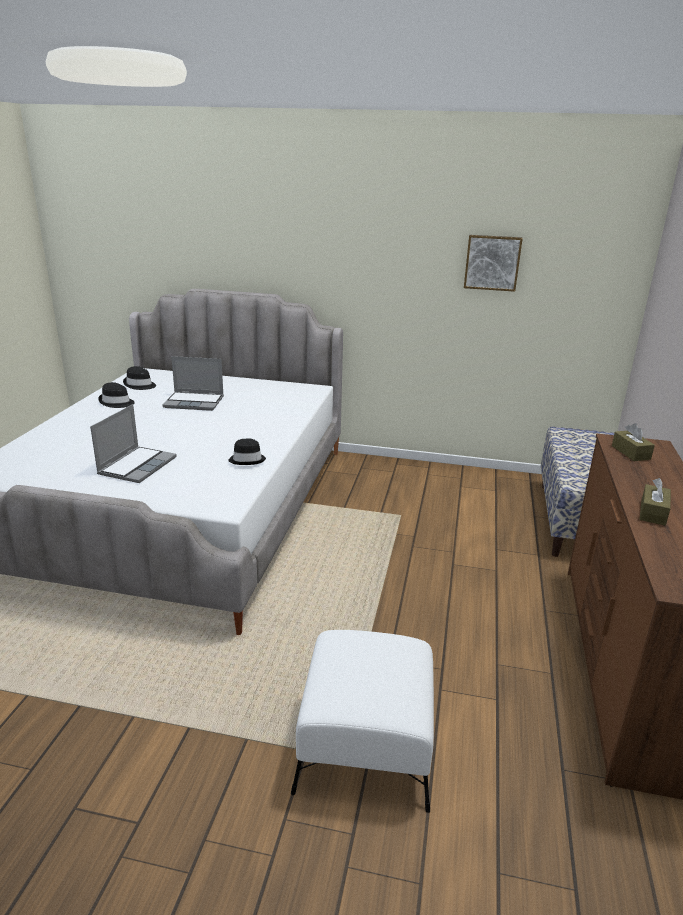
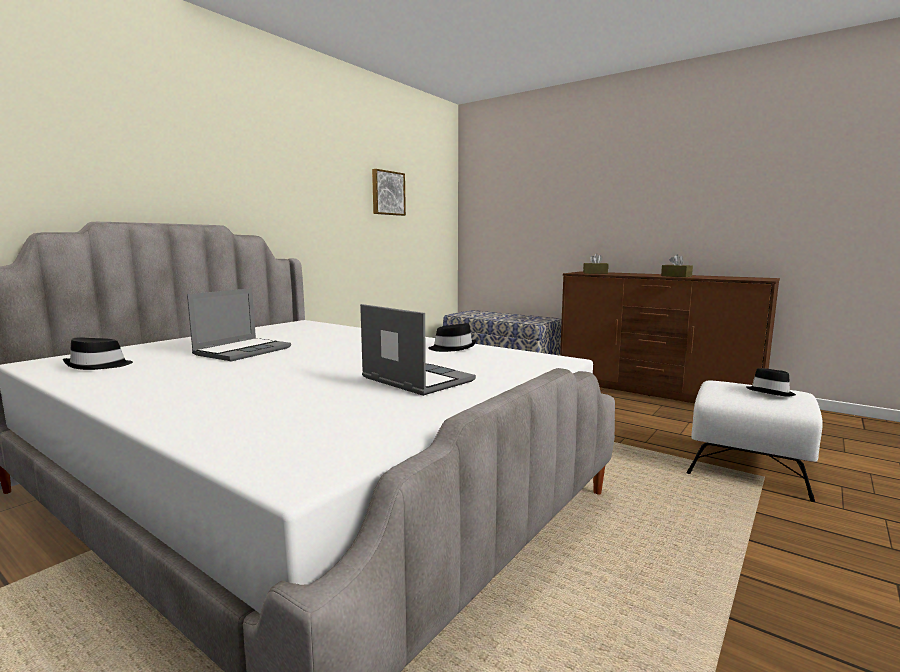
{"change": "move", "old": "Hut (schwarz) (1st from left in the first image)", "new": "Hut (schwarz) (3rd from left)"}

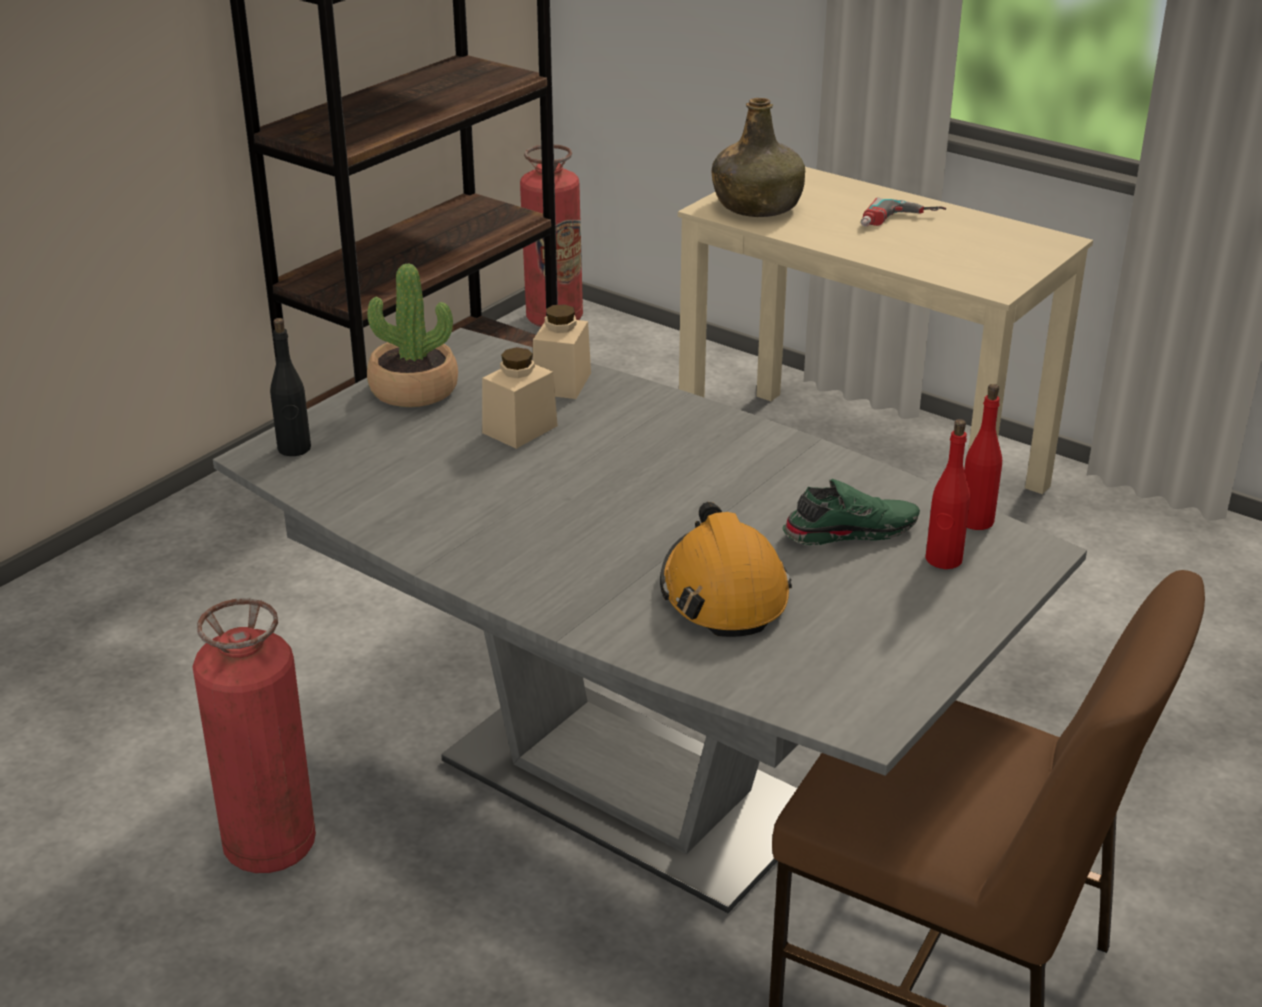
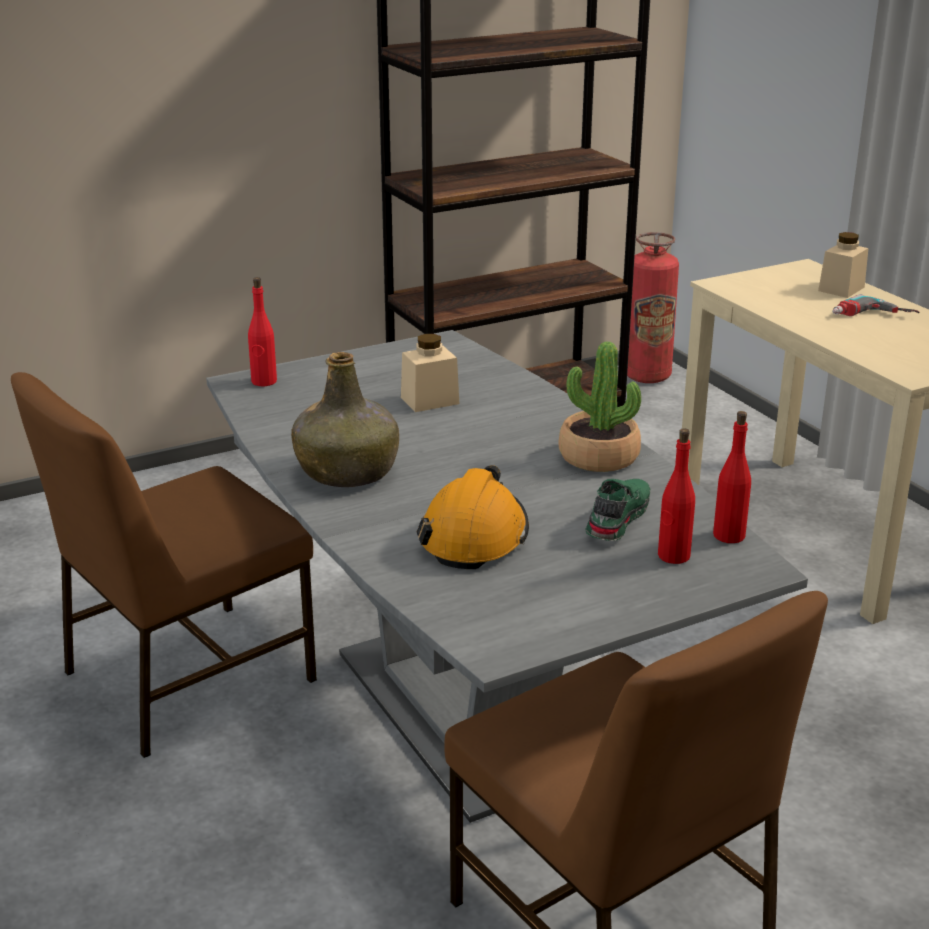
{"change": "replace", "old": "Feuerlöscher (1st from left)", "new": "Stuhl (braun) (1st from left)"}
{"change": "recolor", "old": "Flasche (schwarz)", "new": "Flasche (rot) (1st from left)"}
{"change": "move", "old": "Flasche (grün)"}
{"change": "move", "old": "Topfpflanze"}
{"change": "rotate", "old": "Schuh (grün)", "degrees": -75}
{"change": "move", "old": "Vorratsglas (beige) (2nd from left)"}

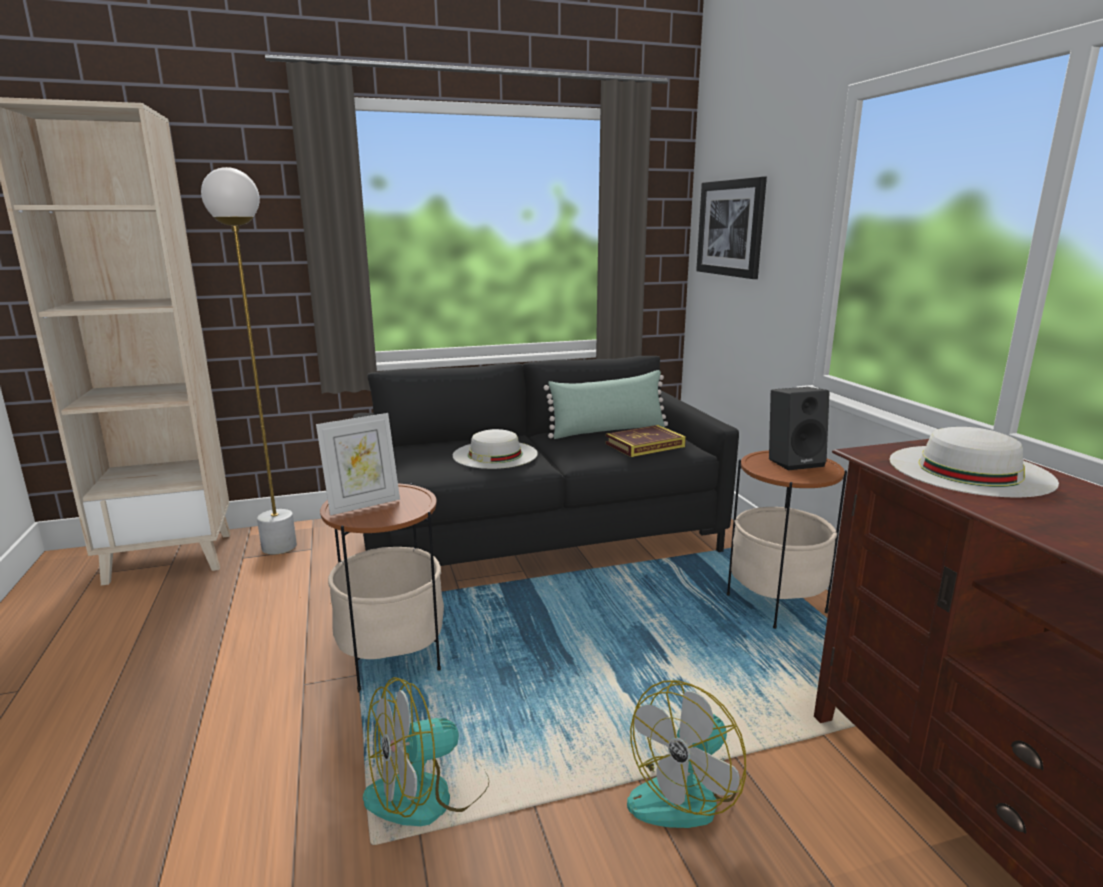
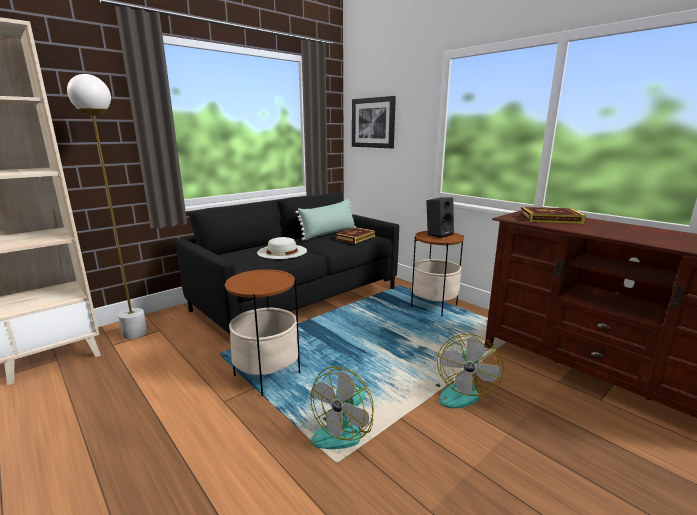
{"change": "replace", "old": "Hut (weiß) (2nd from left)", "new": "Buch (2nd from left)"}
{"change": "delete", "old": "Bilderrahmen"}

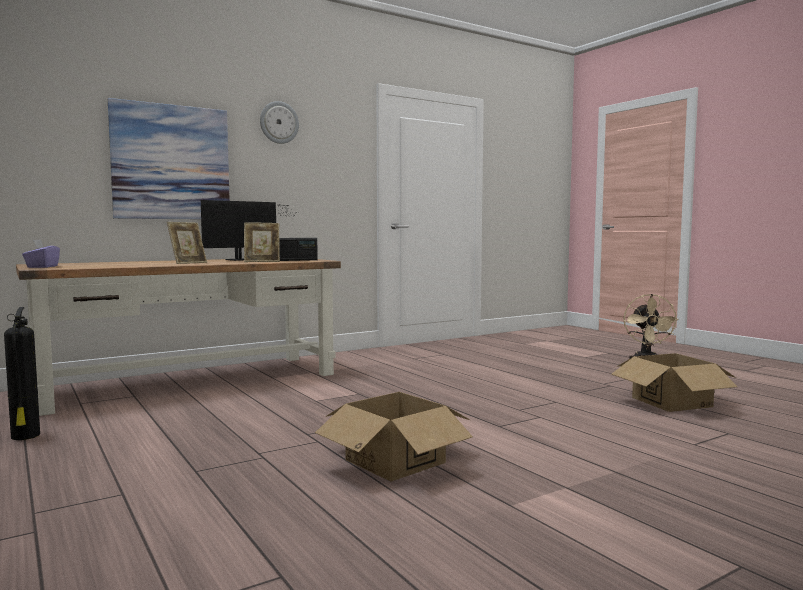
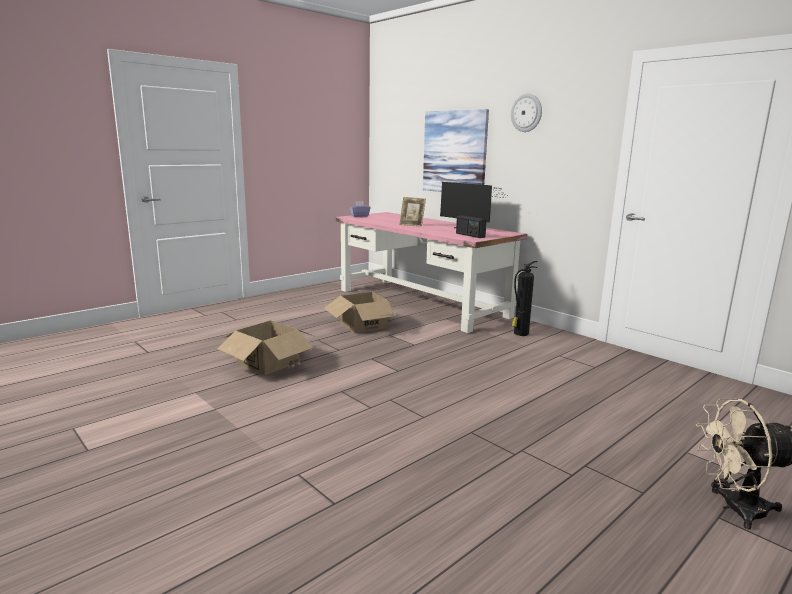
{"change": "move", "old": "Karton (2nd from left)"}
{"change": "recolor", "old": "Schreibtisch (braun)", "new": "Schreibtisch (rosa)"}
{"change": "move", "old": "Feuerlöscher"}
{"change": "delete", "old": "Bilderrahmen (2nd from left)"}

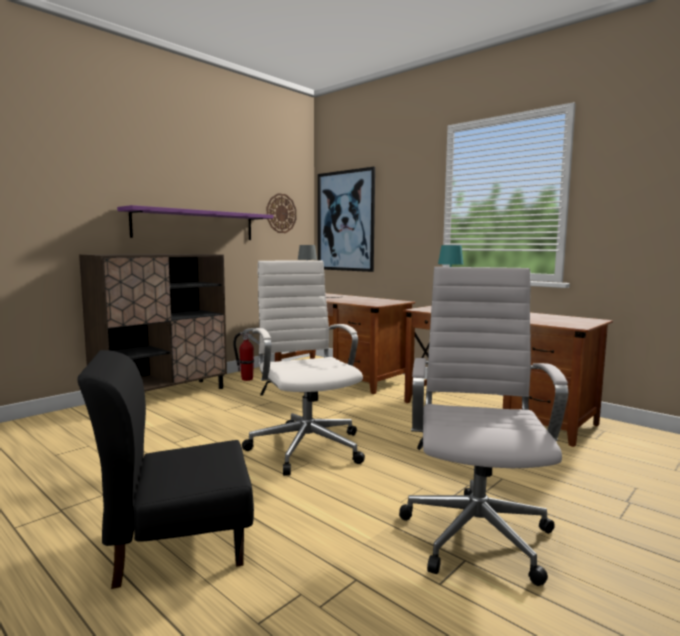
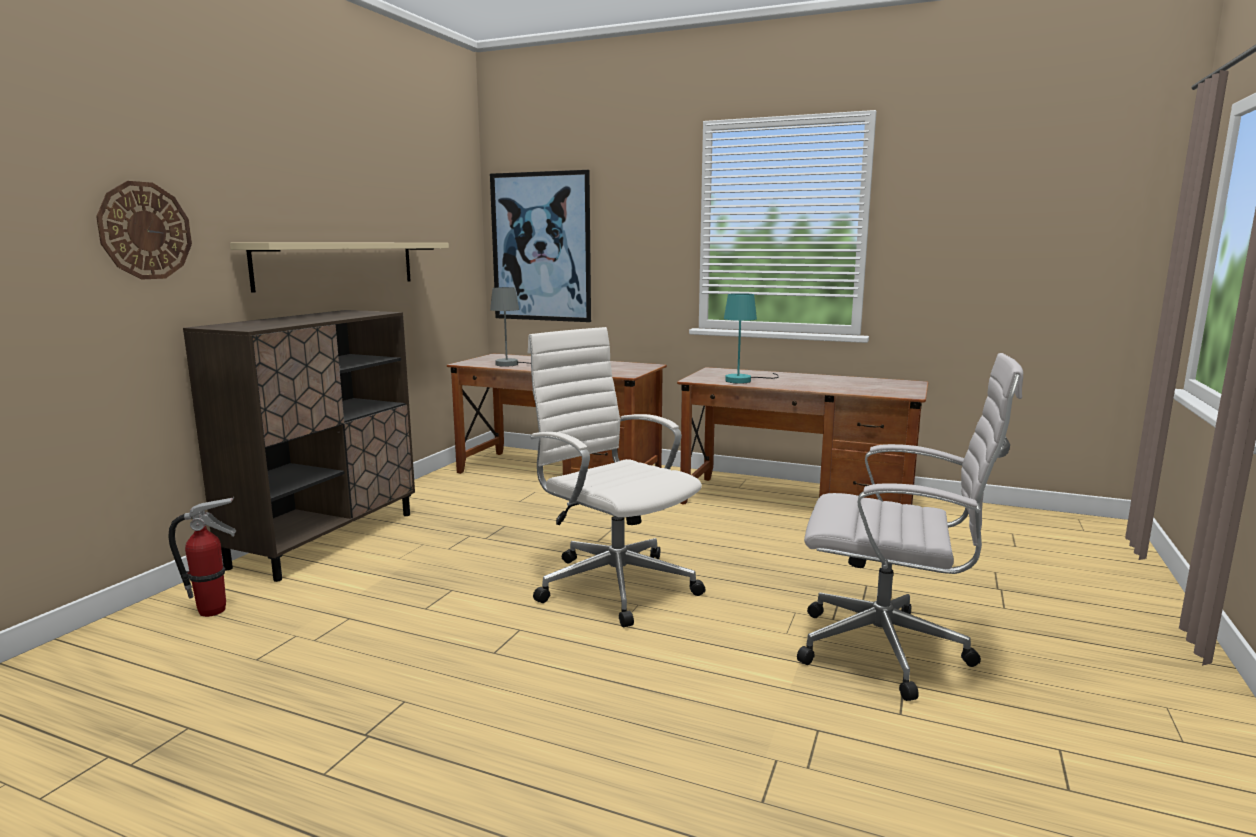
{"change": "move", "old": "Wanduhr"}
{"change": "move", "old": "Feuerlöscher"}
{"change": "recolor", "old": "Wandregal (lila)", "new": "Wandregal (beige)"}
{"change": "rotate", "old": "Bürostuhl (weiß) (2nd from left)", "degrees": 120}
{"change": "delete", "old": "Stuhl (schwarz)"}

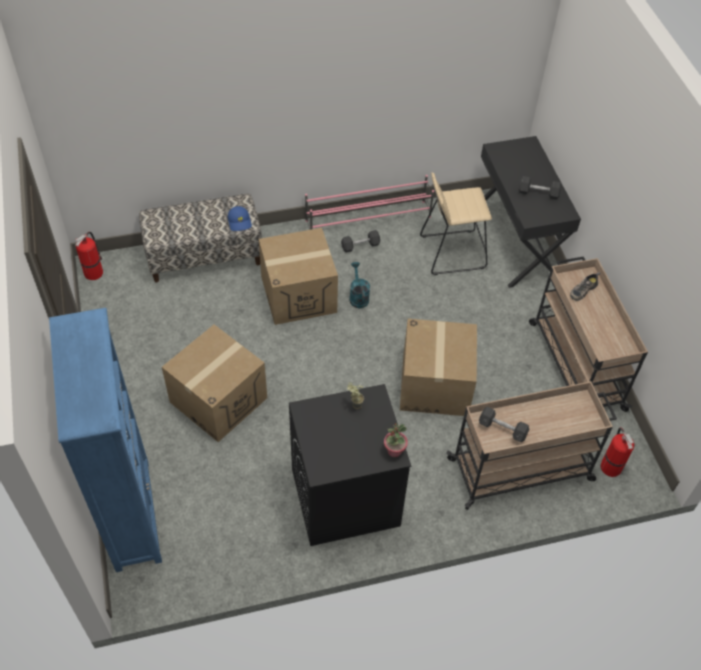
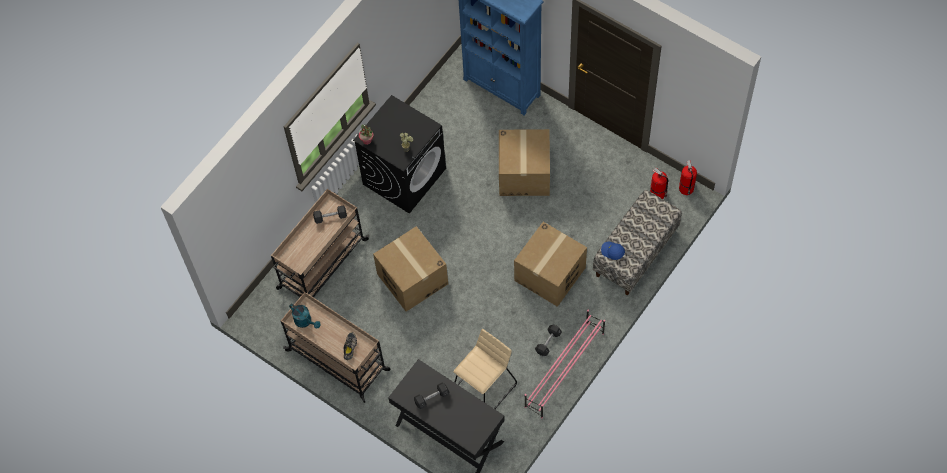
{"change": "move", "old": "Gießkanne (türkis)"}
{"change": "move", "old": "Feuerlöscher (2nd from left in the first image)", "new": "Feuerlöscher (1st from left)"}

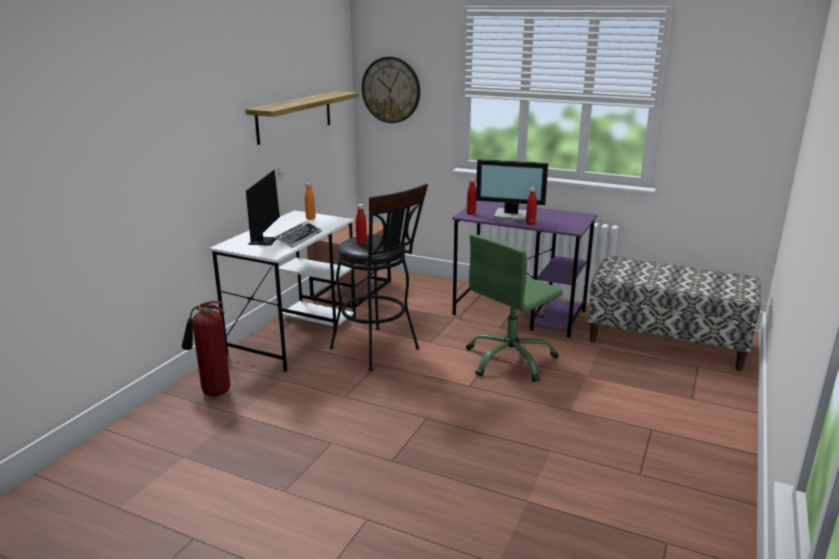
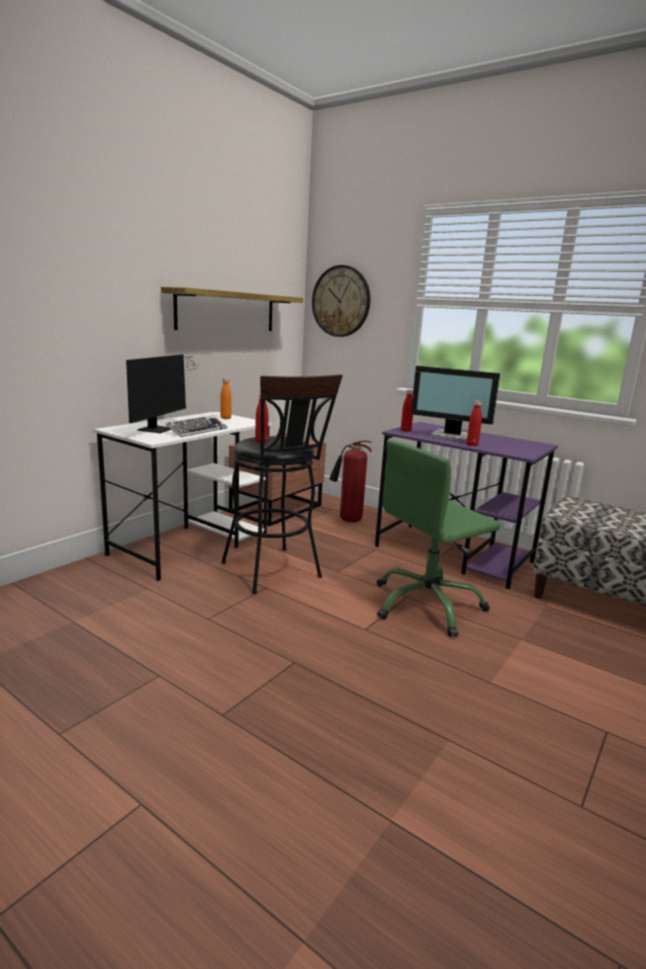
{"change": "move", "old": "Feuerlöscher"}

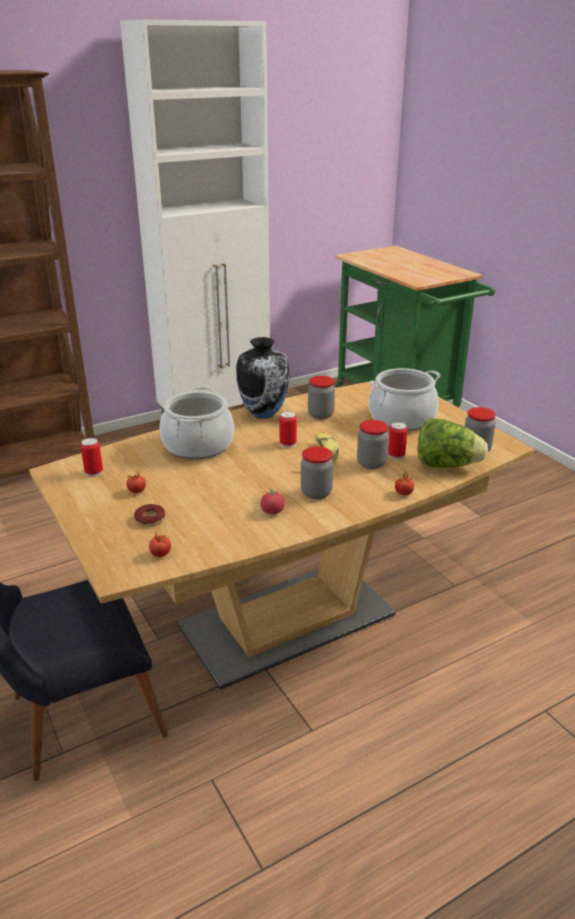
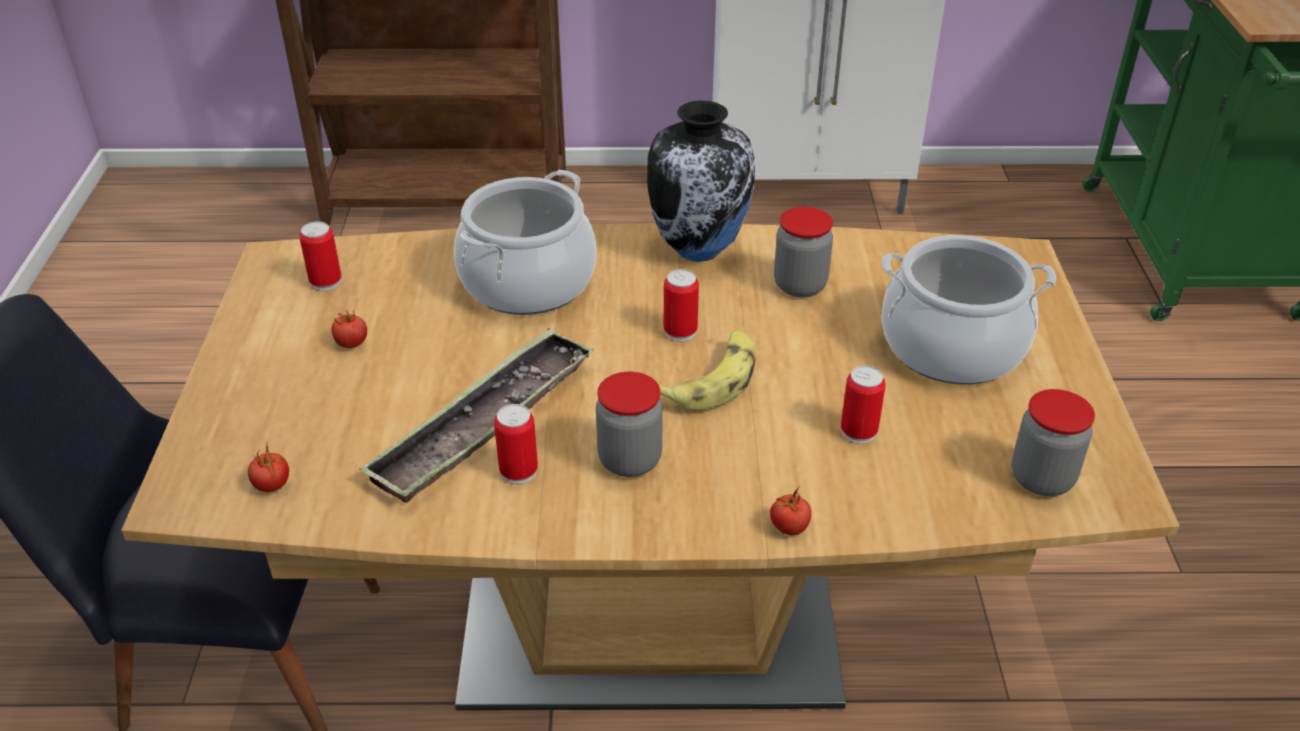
{"change": "insert", "new": "Tablett"}
{"change": "replace", "old": "Tomate (3rd from left)", "new": "Dose (2nd from left)"}
{"change": "delete", "old": "Donut"}
{"change": "delete", "old": "Vorratsglas (3rd from left)"}
{"change": "delete", "old": "Salatkopf"}

